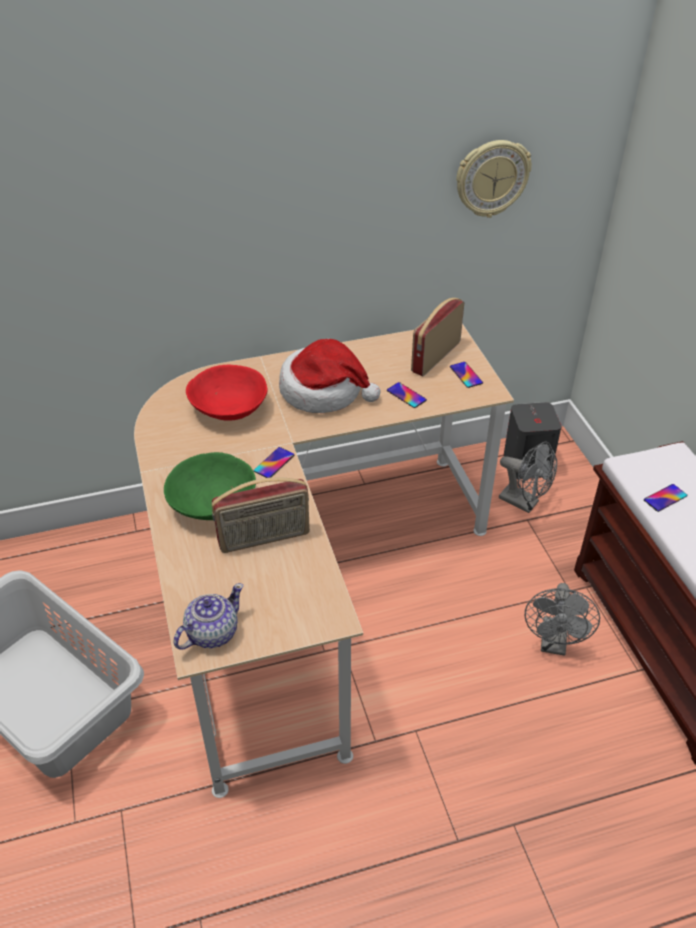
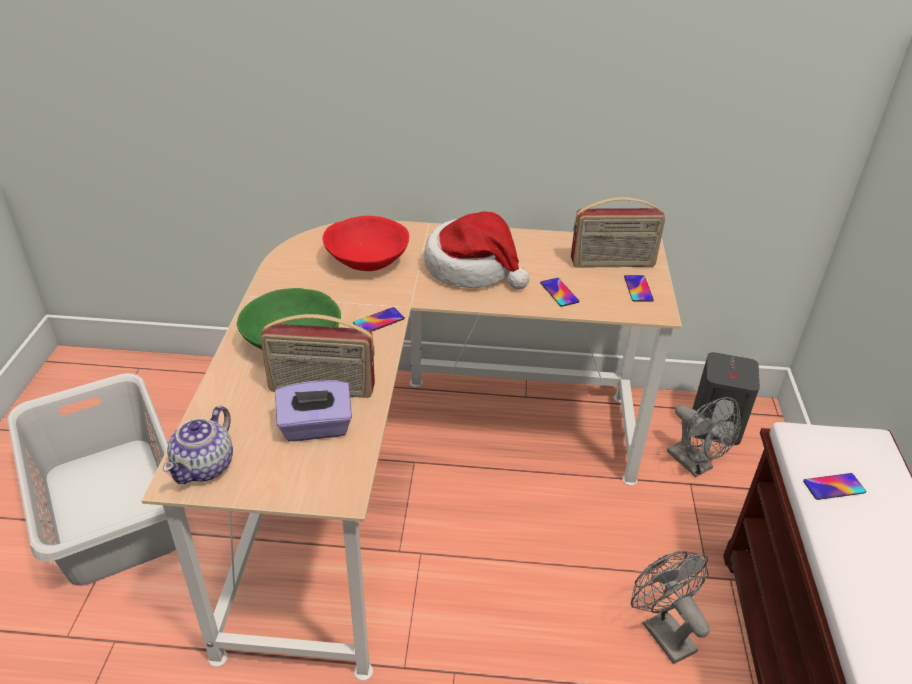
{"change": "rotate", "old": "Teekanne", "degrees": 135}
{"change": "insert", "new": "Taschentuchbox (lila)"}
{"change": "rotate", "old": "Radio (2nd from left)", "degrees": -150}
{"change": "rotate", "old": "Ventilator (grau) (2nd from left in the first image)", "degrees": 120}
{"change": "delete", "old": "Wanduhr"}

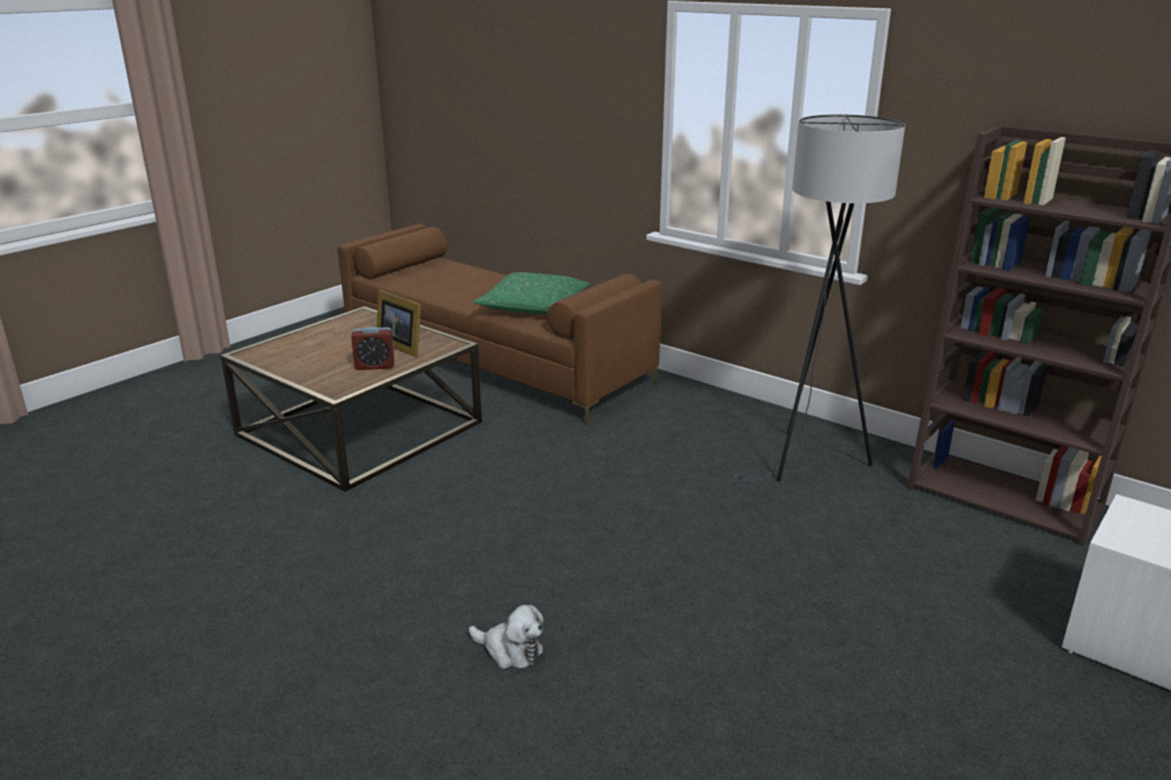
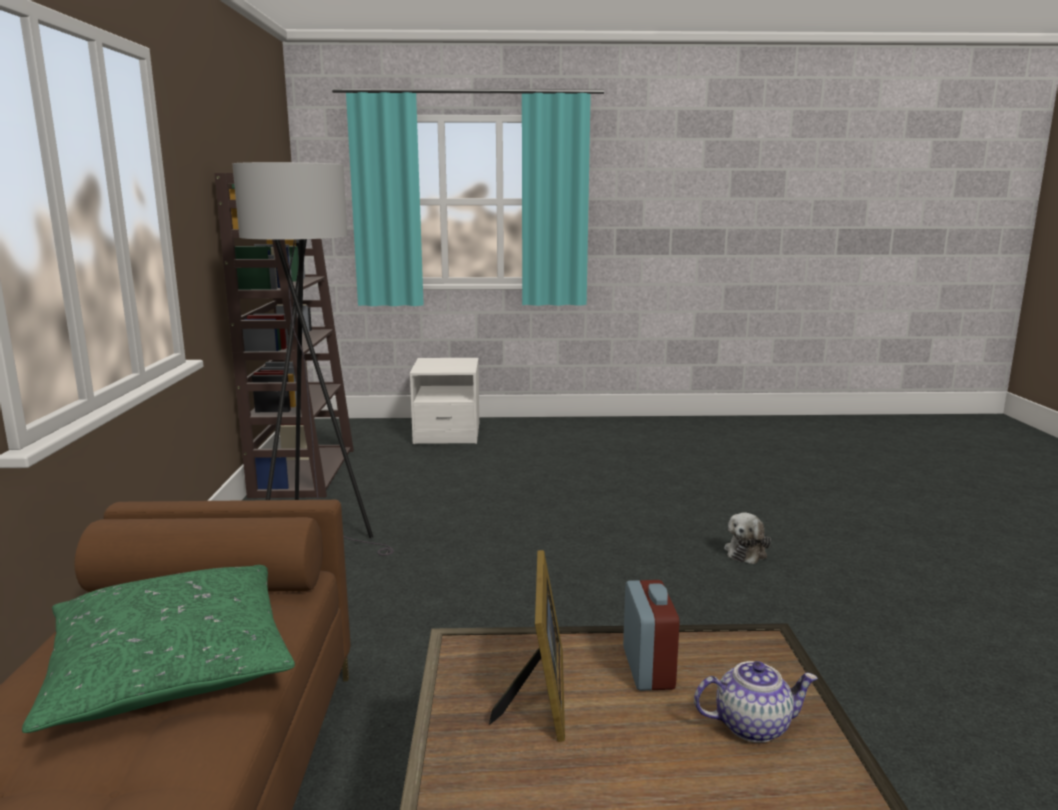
{"change": "rotate", "old": "Wecker", "degrees": 45}
{"change": "insert", "new": "Teekanne"}
{"change": "rotate", "old": "Plüschtier", "degrees": -135}

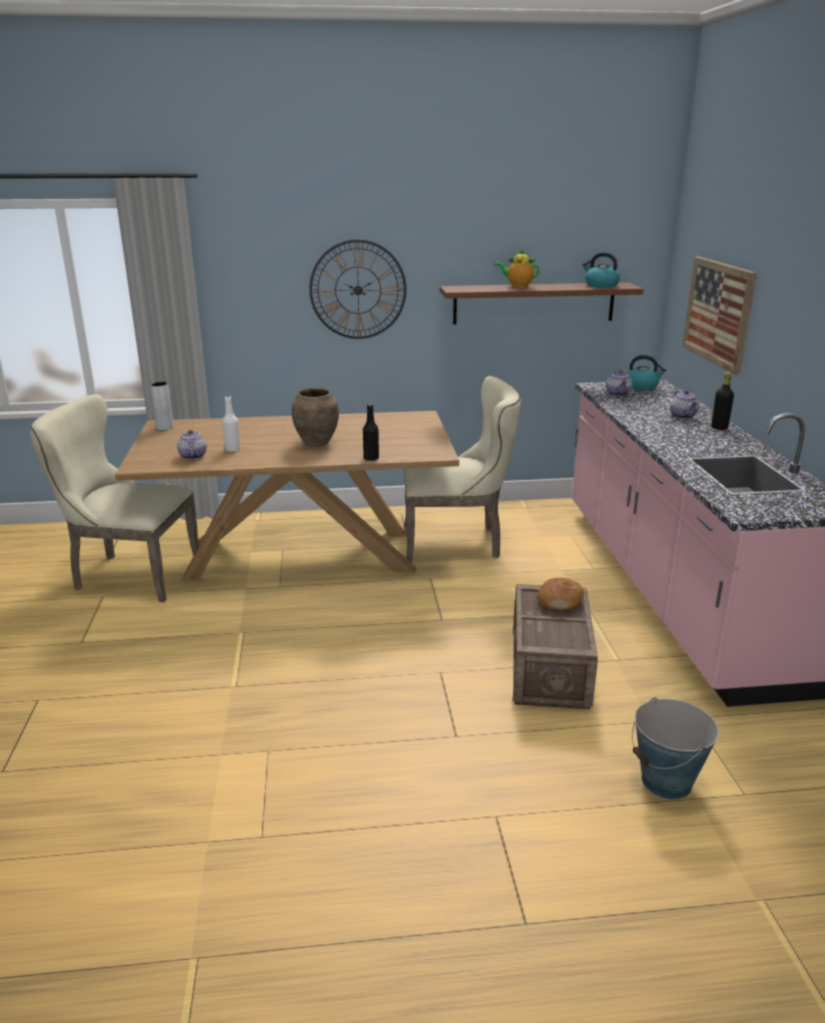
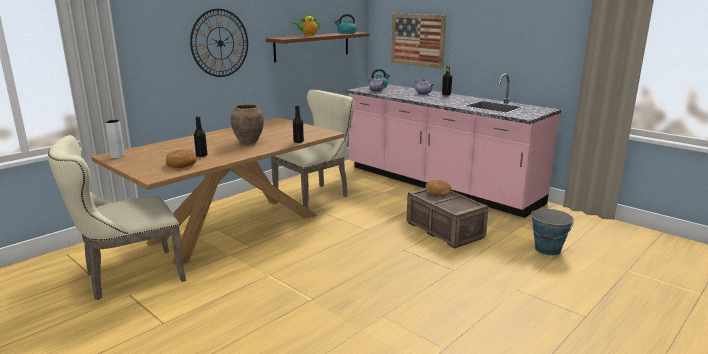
{"change": "replace", "old": "Teekanne (1st from left)", "new": "Brot (1st from left)"}
{"change": "recolor", "old": "Flasche (weiß)", "new": "Flasche (schwarz) (1st from left)"}

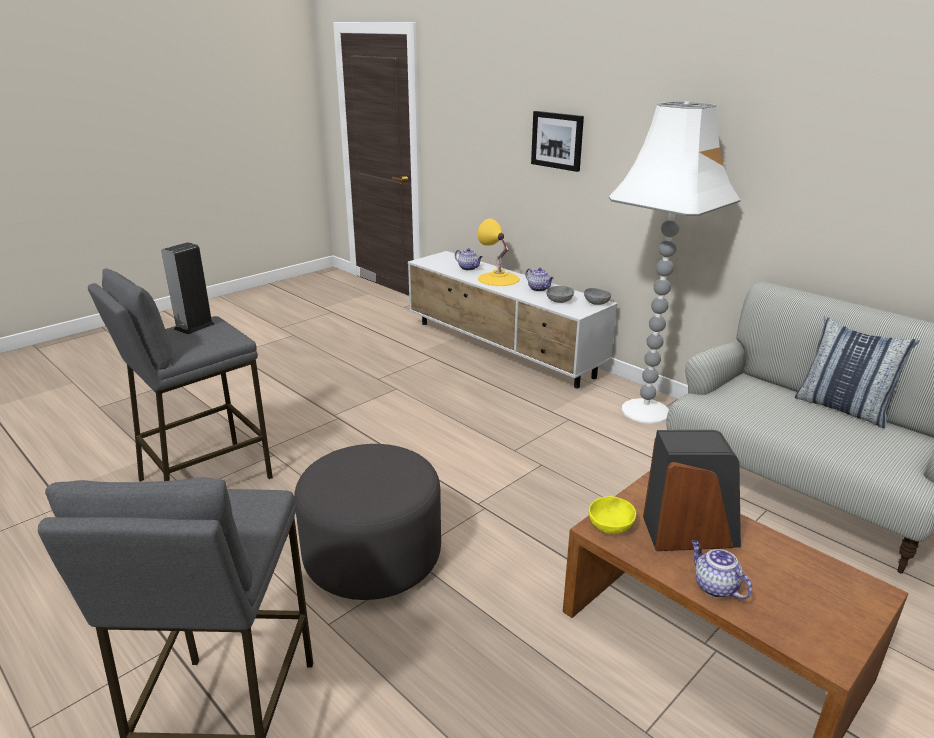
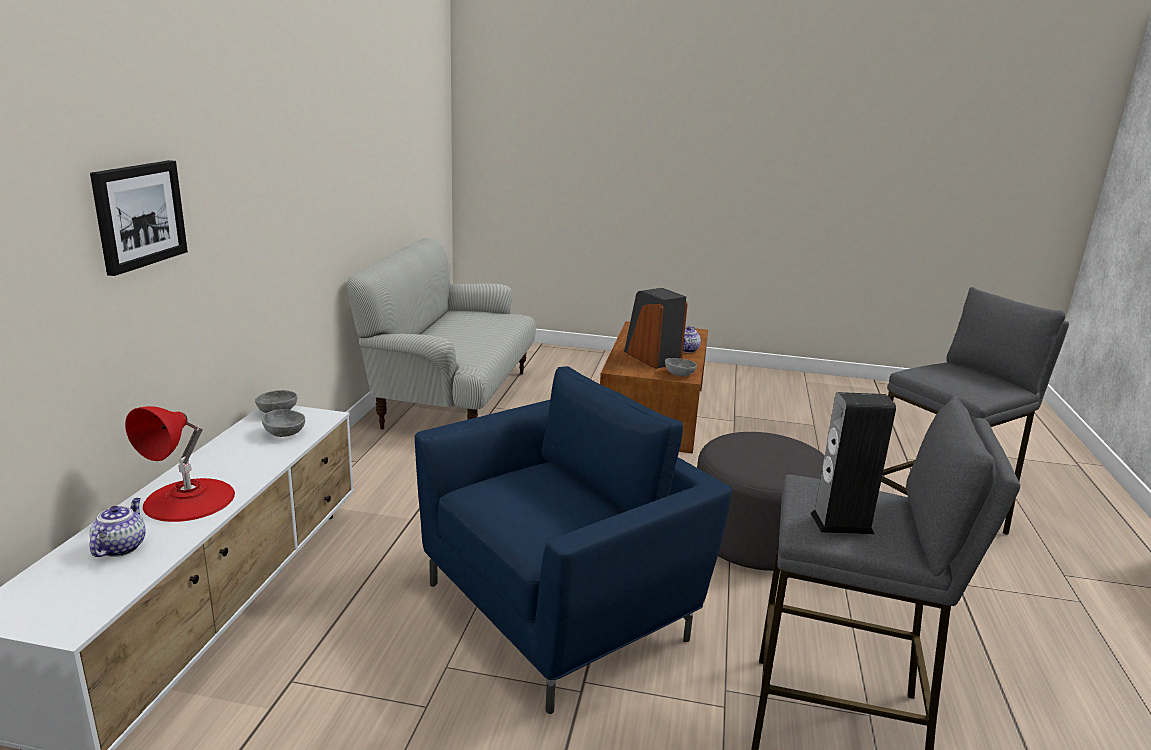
{"change": "recolor", "old": "Tischlampe (gelb)", "new": "Tischlampe (rot)"}
{"change": "insert", "new": "Sessel (blau)"}
{"change": "recolor", "old": "Schüssel (gelb)", "new": "Schüssel (grau) (3rd from left)"}
{"change": "delete", "old": "Teekanne (2nd from left)"}
{"change": "delete", "old": "Stehlampe (weiß)"}
{"change": "delete", "old": "Kissen"}

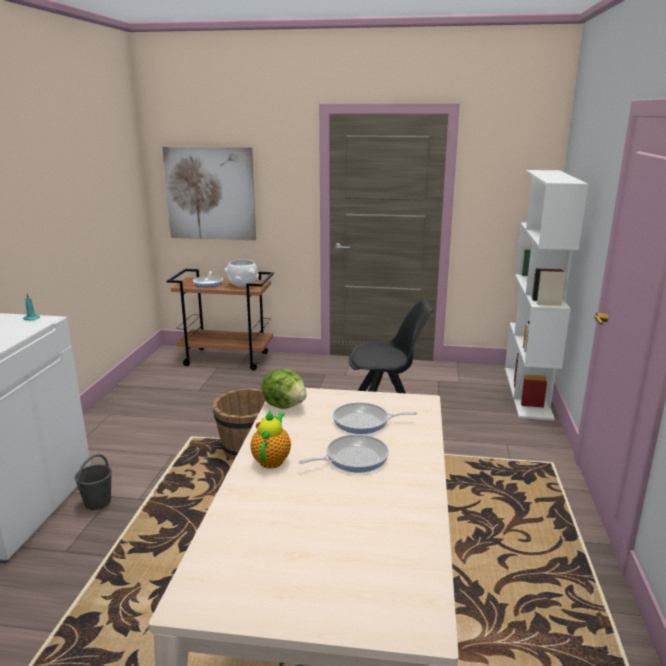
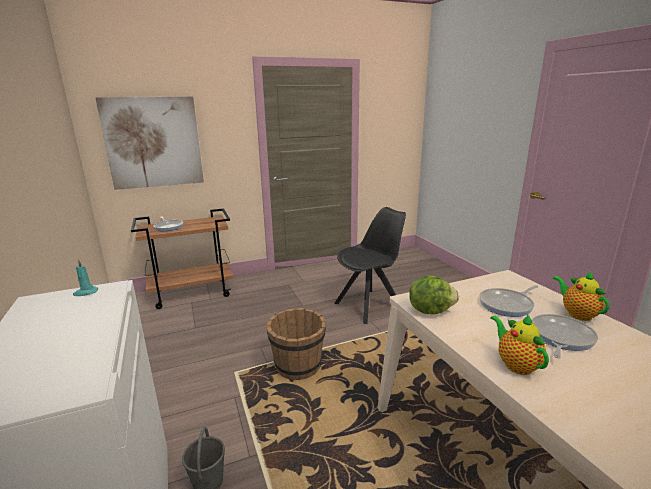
{"change": "insert", "new": "Teekanne (2nd from left)"}
{"change": "delete", "old": "Schüssel (weiß)"}
{"change": "delete", "old": "Bücherregal (weiß)"}

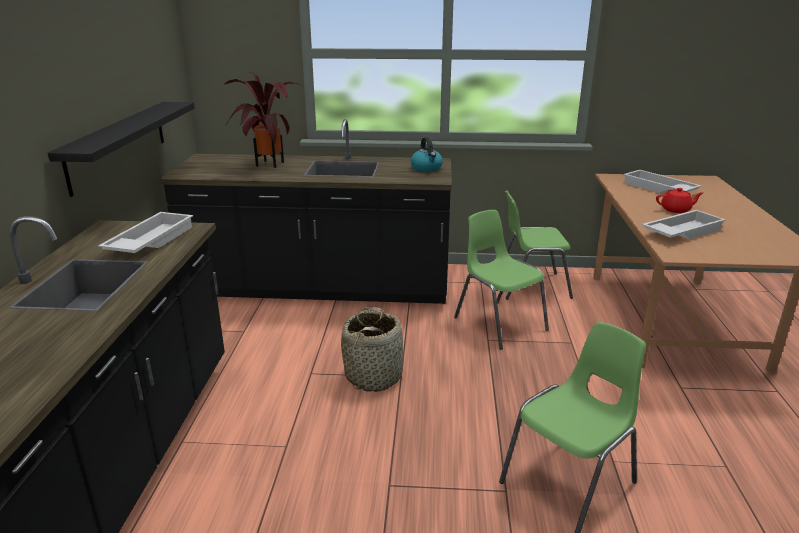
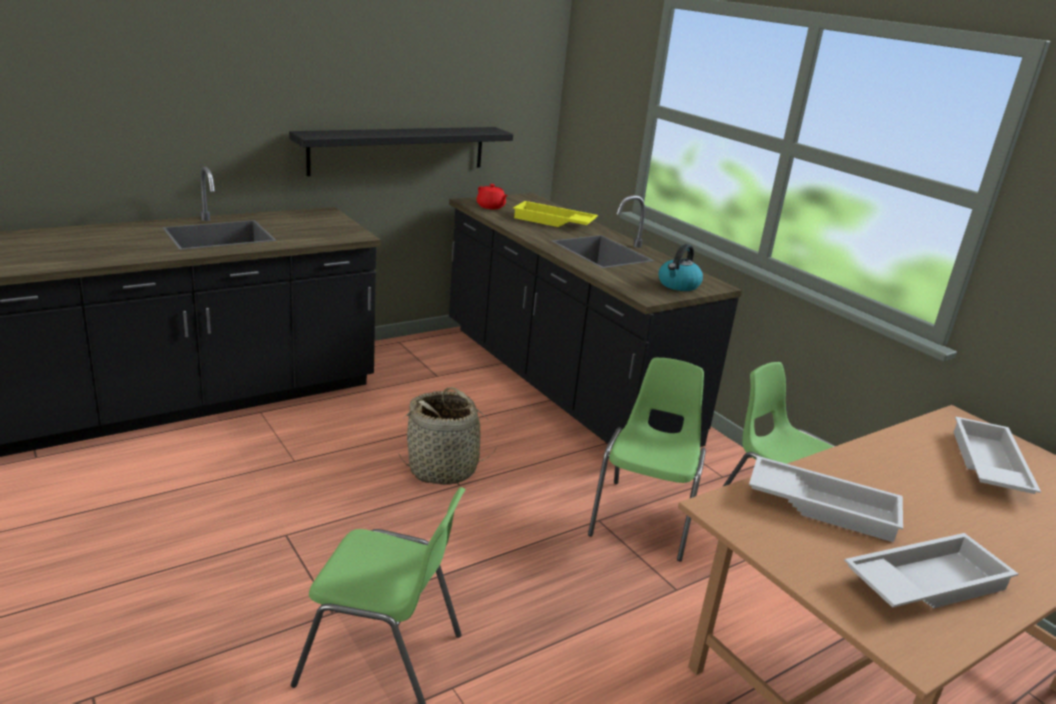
{"change": "move", "old": "Teekanne (rot)"}
{"change": "replace", "old": "Topfpflanze", "new": "Tablett (gelb)"}
{"change": "move", "old": "Tablett (weiß) (1st from left in the first image)", "new": "Tablett (weiß) (2nd from left)"}

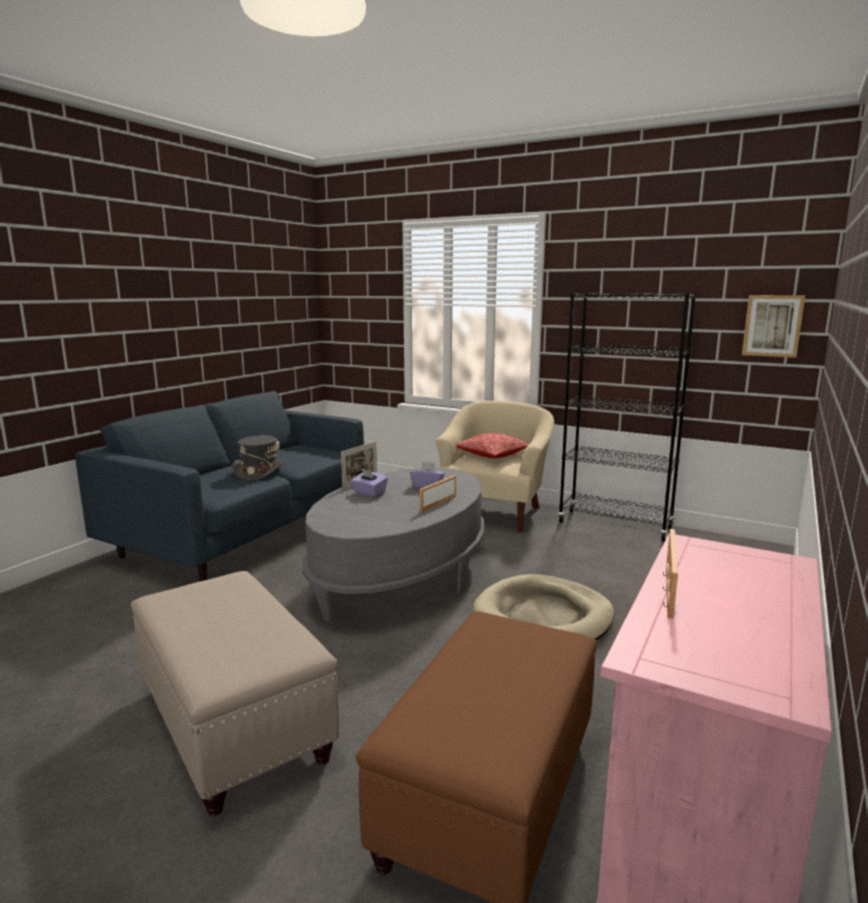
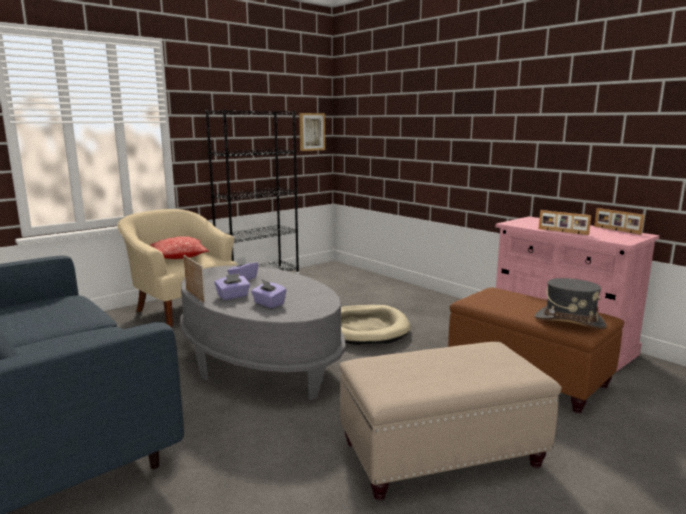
{"change": "insert", "new": "Taschentuchbox (lila) (3rd from left)"}
{"change": "move", "old": "Hut (grau)"}
{"change": "move", "old": "Bilderrahmen (2nd from left in the first image)", "new": "Bilderrahmen (3rd from left)"}

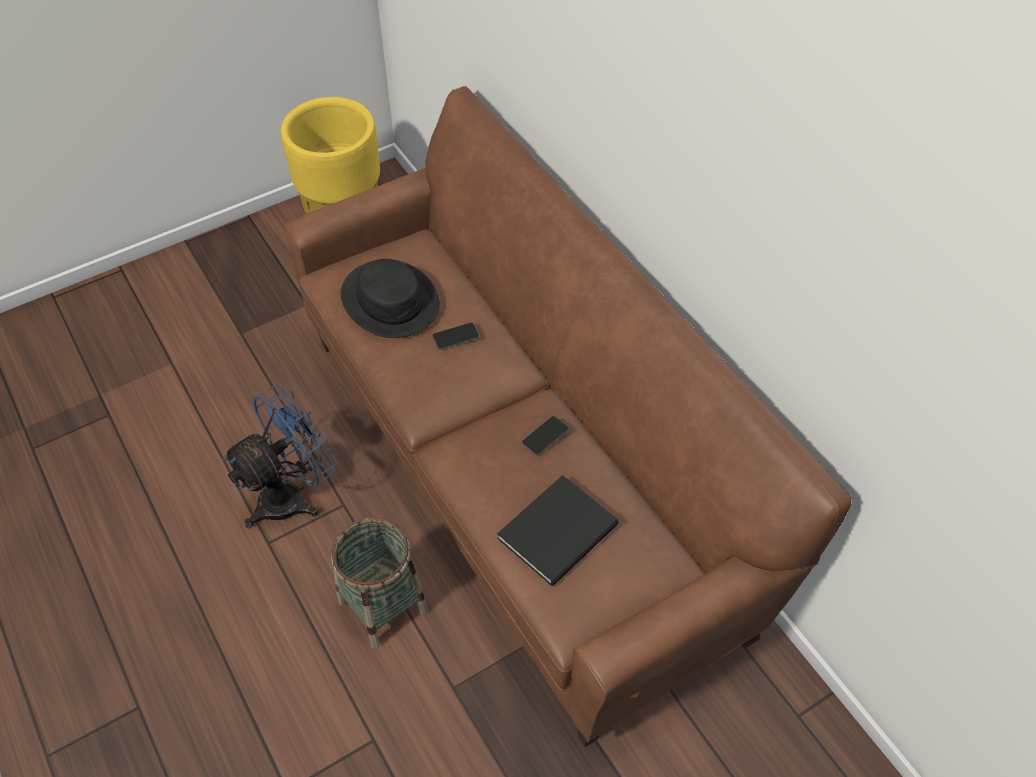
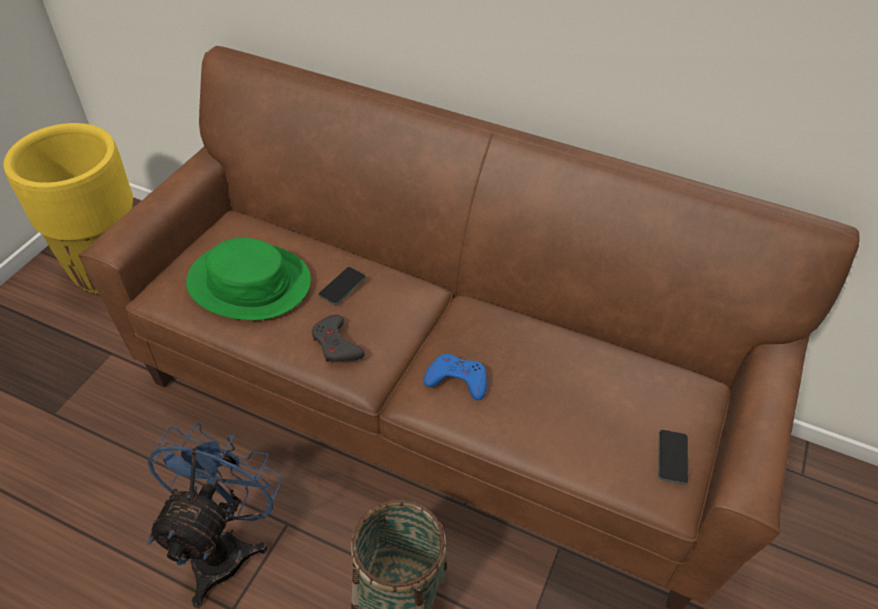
{"change": "recolor", "old": "Hut (schwarz)", "new": "Hut (grün)"}
{"change": "insert", "new": "Gamepad (grau)"}
{"change": "insert", "new": "Gamepad (blau)"}
{"change": "move", "old": "Handy (2nd from left)"}
{"change": "delete", "old": "Buch (schwarz)"}

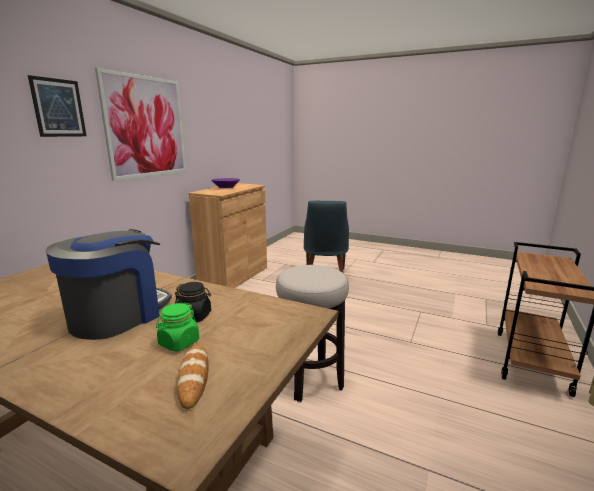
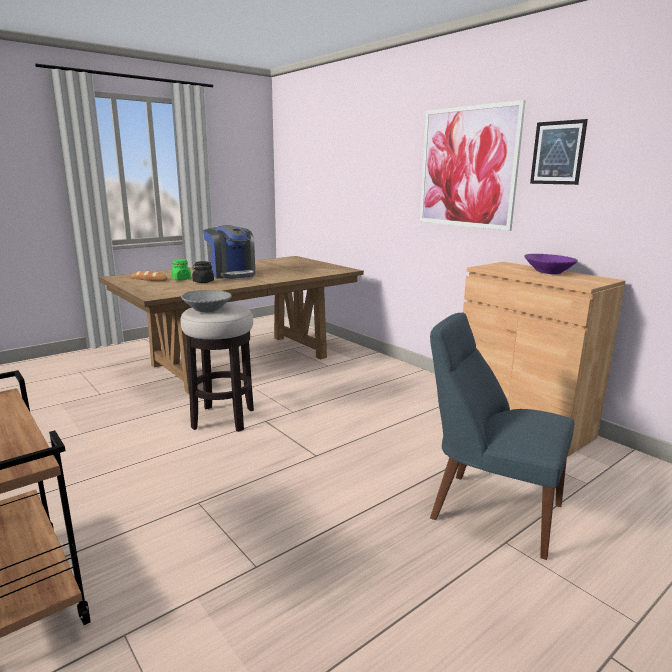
{"change": "insert", "new": "Schüssel (grau)"}
{"change": "move", "old": "Bild (1st from left in the first image)", "new": "Bild (2nd from left)"}

